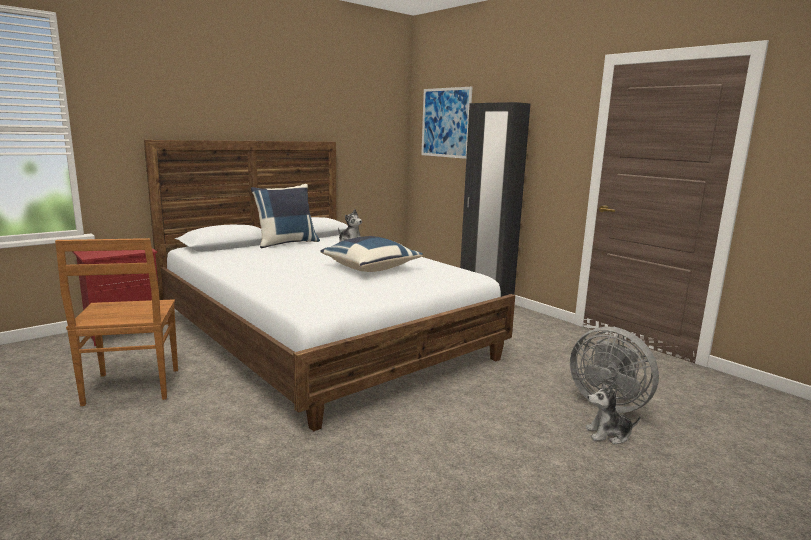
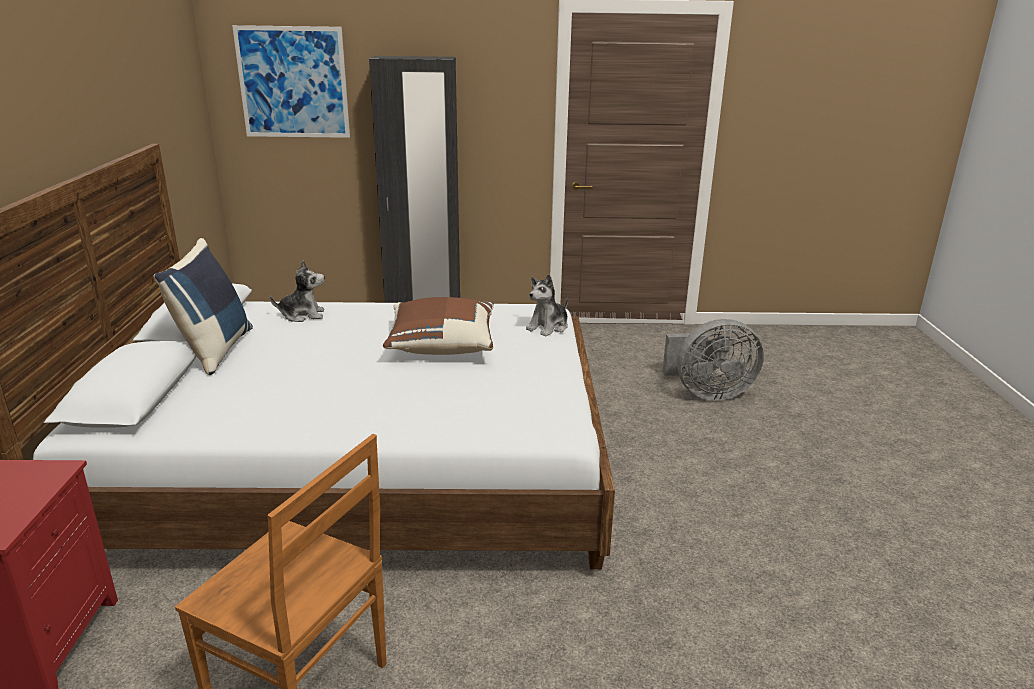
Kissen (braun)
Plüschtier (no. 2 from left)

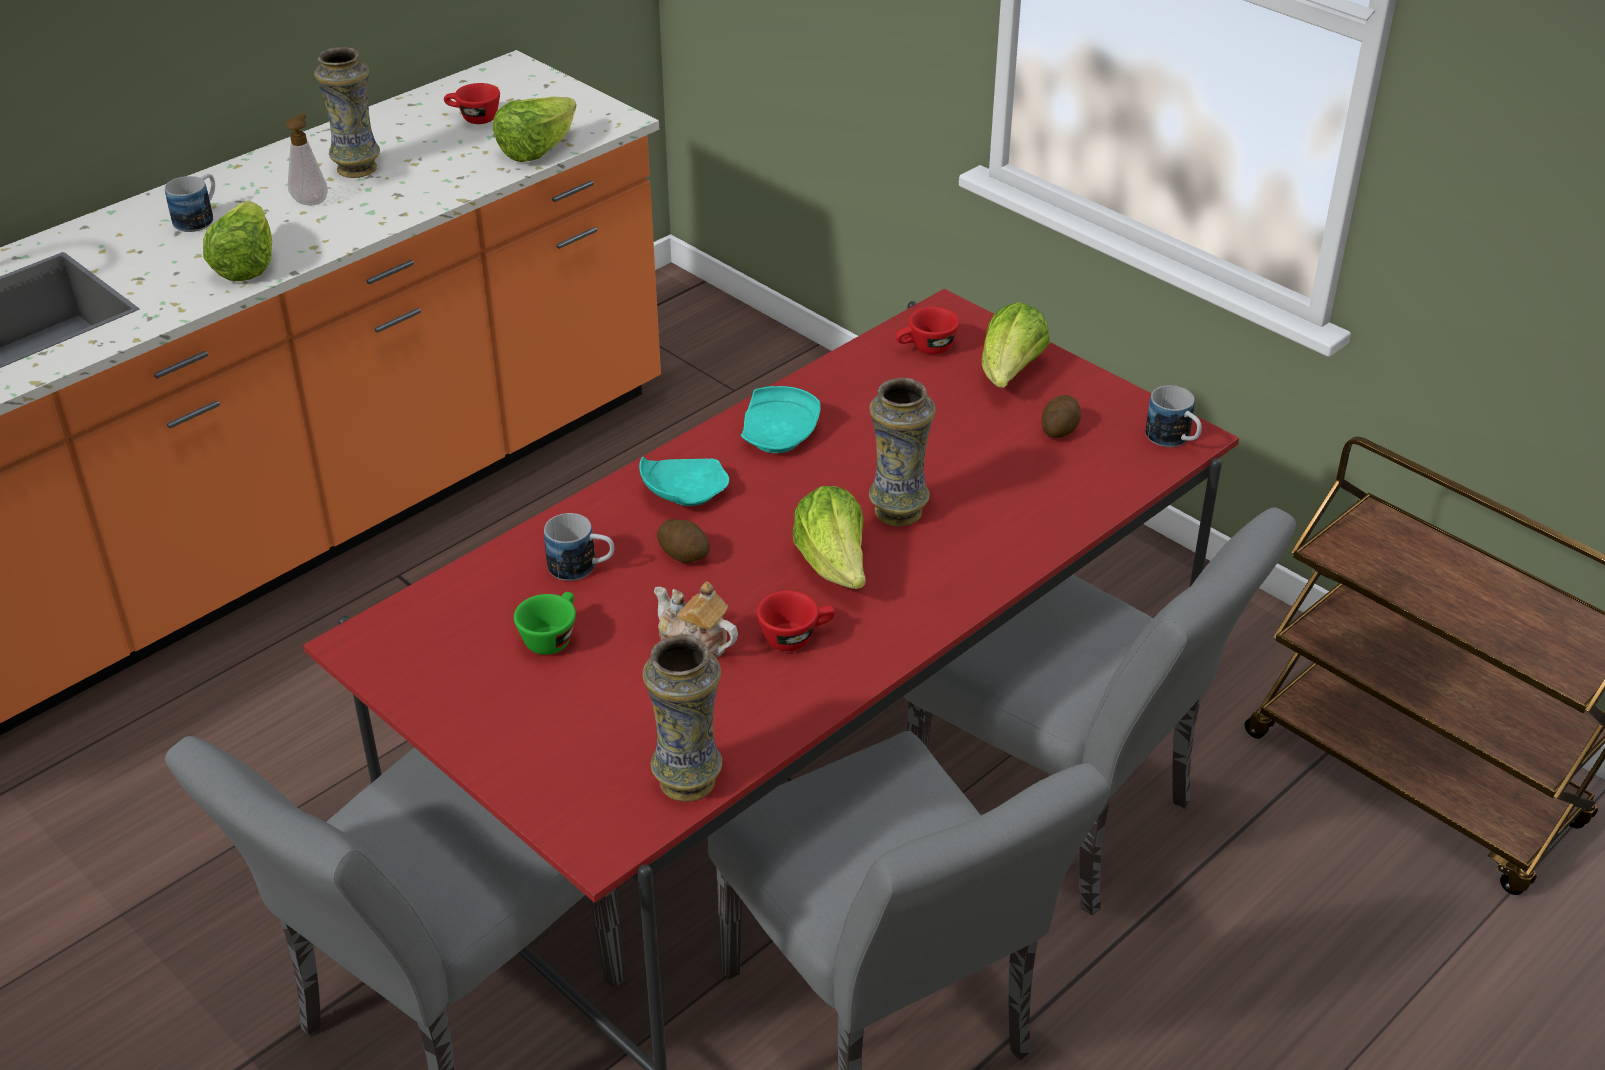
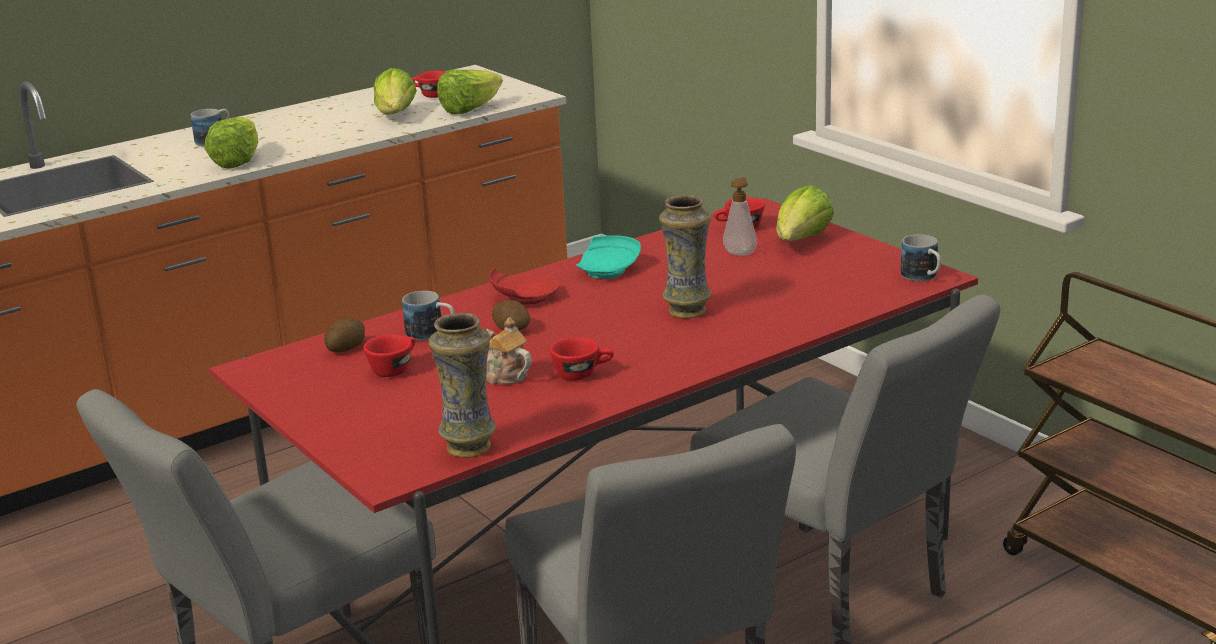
Vase (no. 1 from left in the first image)
Seifenspender
Kartoffel (no. 1 from left)
Teller (rot)
Salatkopf (no. 2 from left)
Tasse (rot) (no. 1 from left)

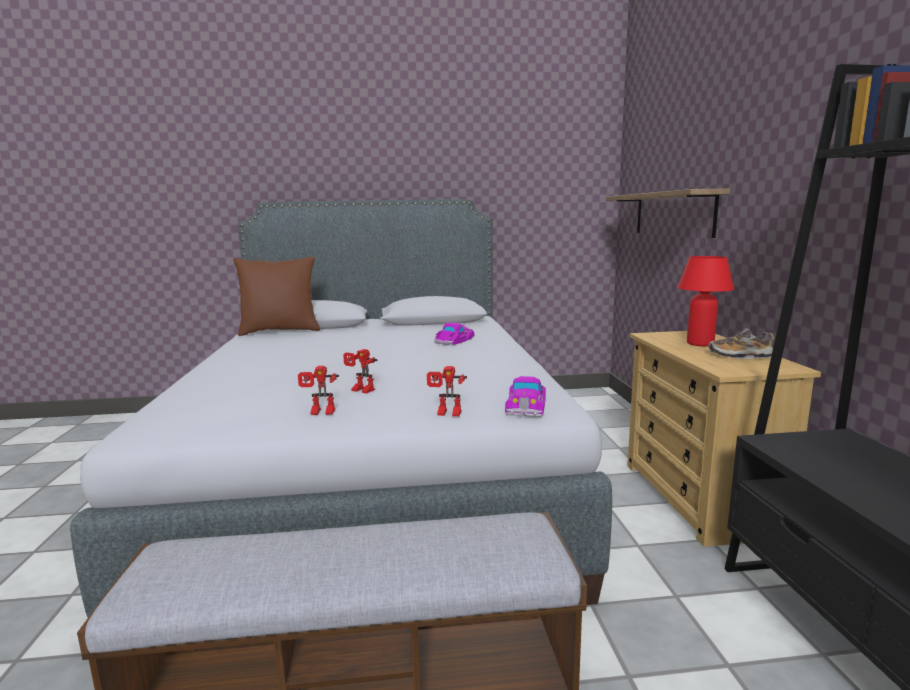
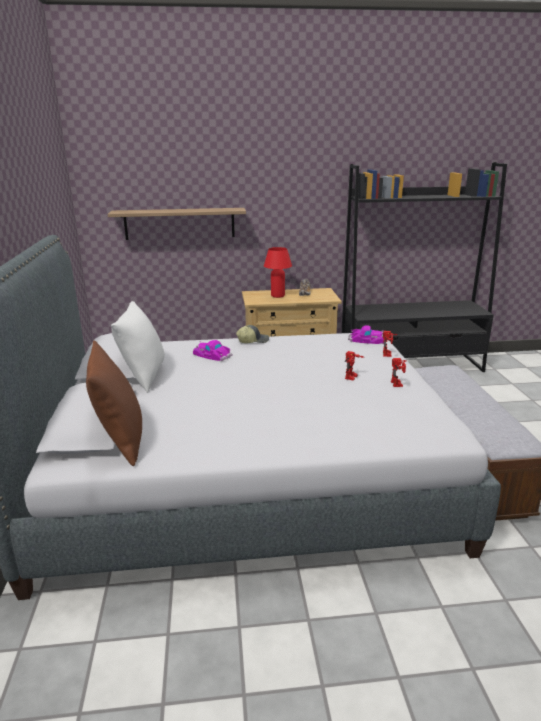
Kissen (weiß)
Kappe

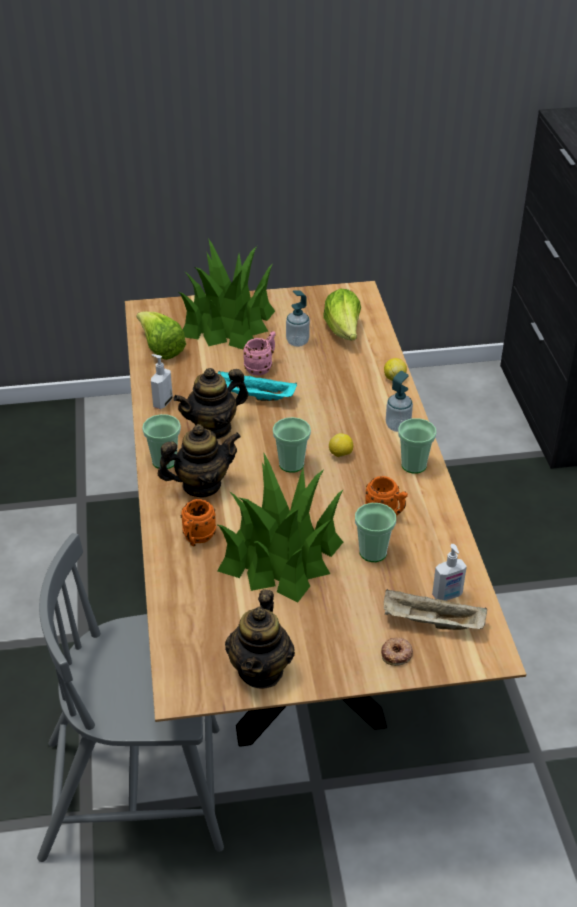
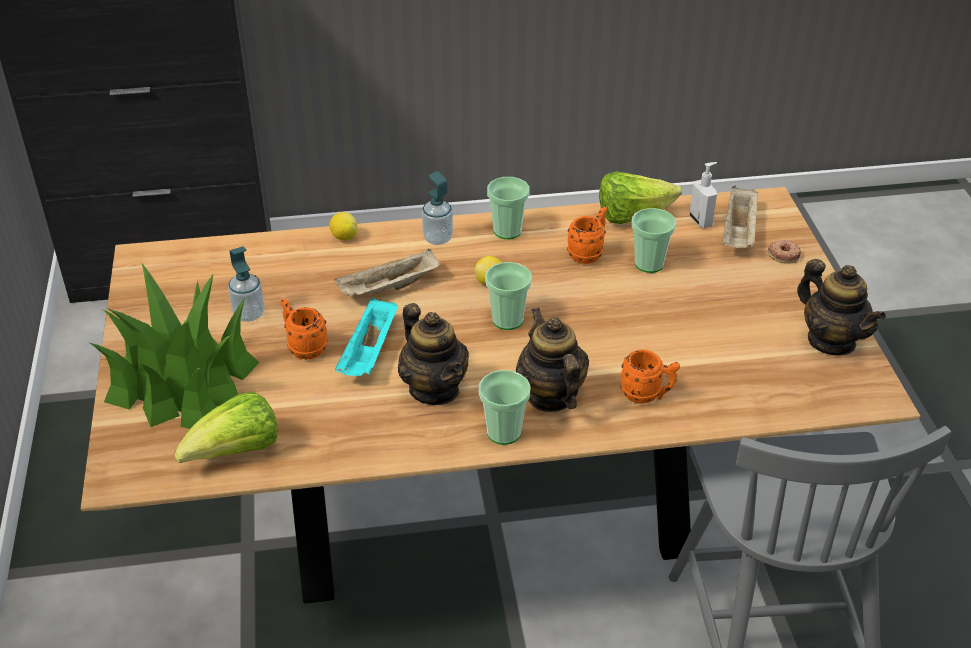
Salatkopf (no. 2 from left)
Henkelbecher (orange) (no. 1 from left)
Seifenspender (no. 1 from left in the first image)
Topfpflanze (no. 2 from left in the first image)
Teekanne (no. 3 from left)
Tablett (beige) (no. 1 from left)

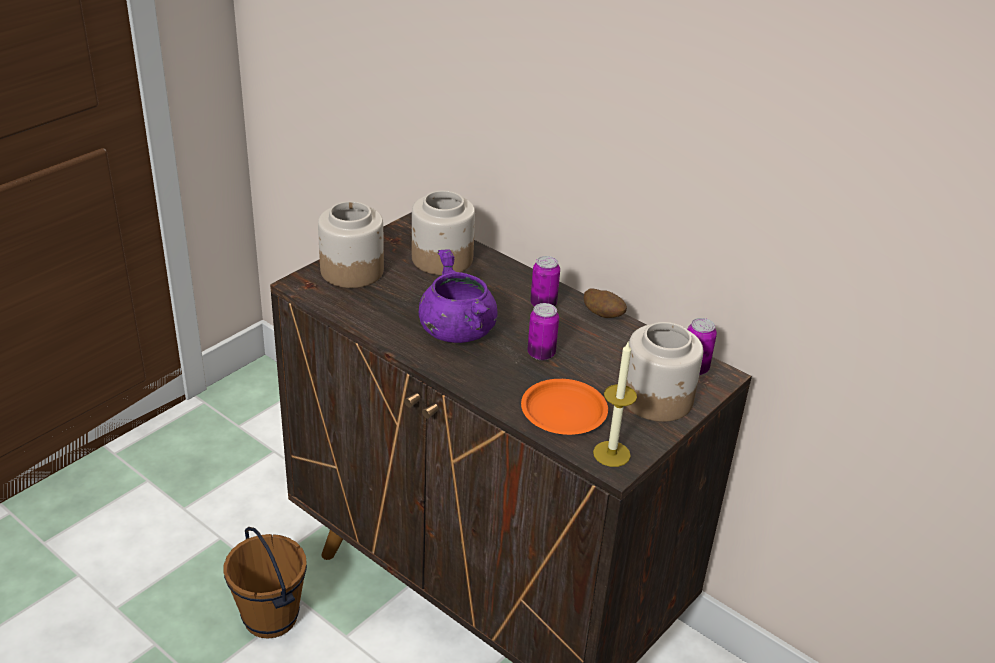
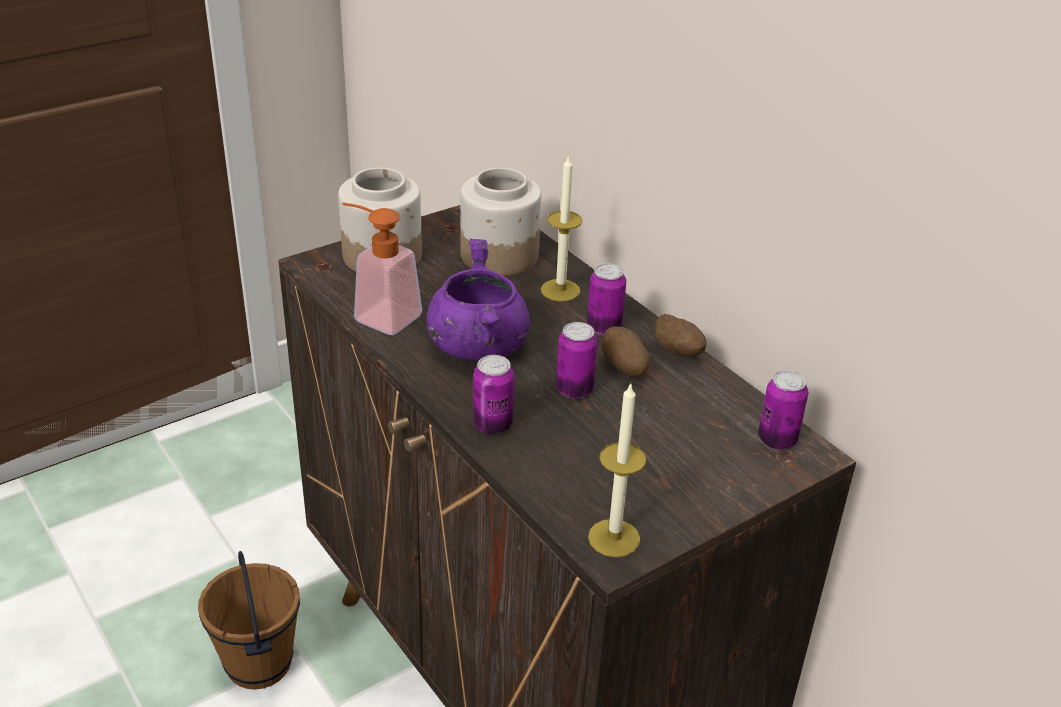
Vorratsglas (no. 3 from left in the first image)
Teller (orange)
Kerze (no. 1 from left)
Seifenspender
Kartoffel (no. 1 from left)
Dose (no. 1 from left)

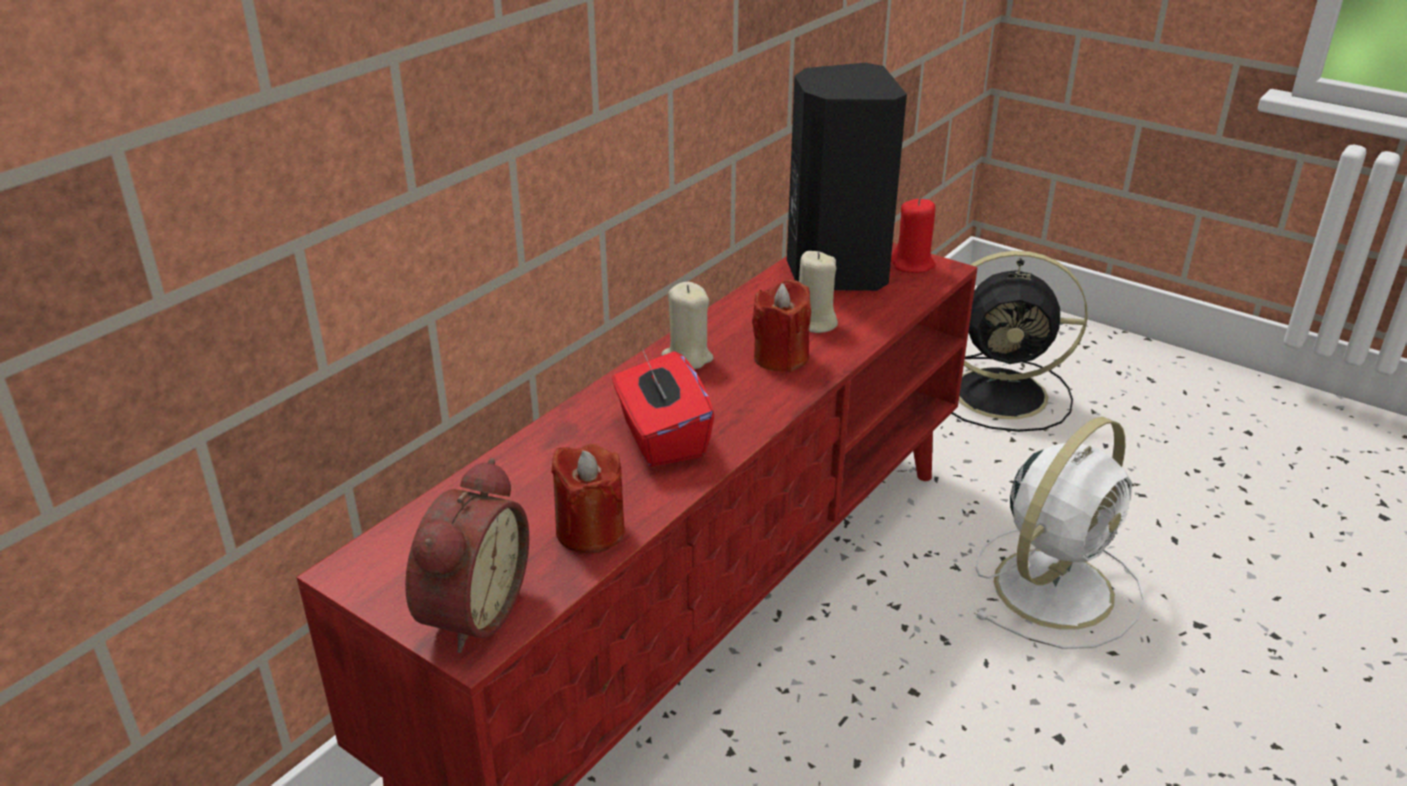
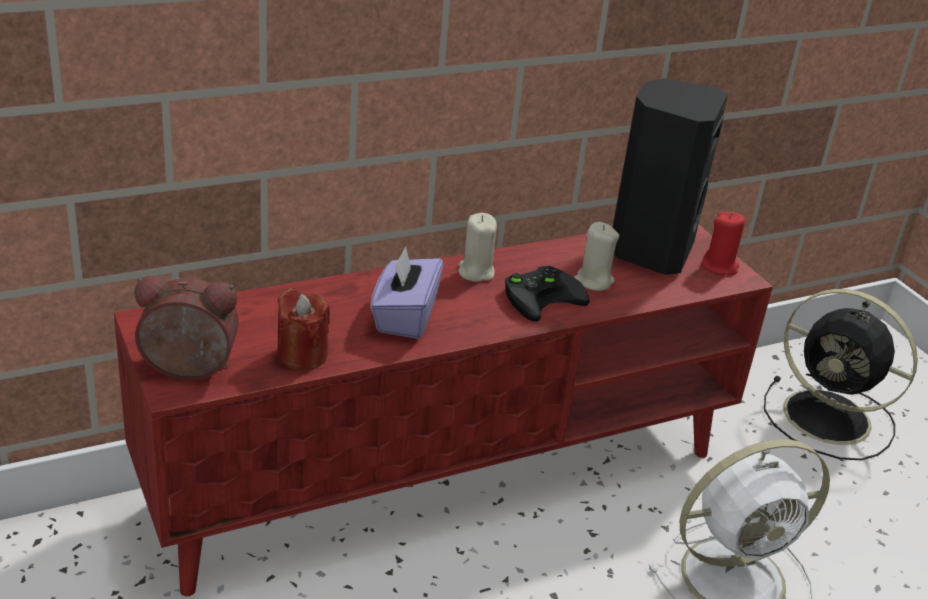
Gamepad (schwarz)
Taschentuchbox (lila)
Wecker

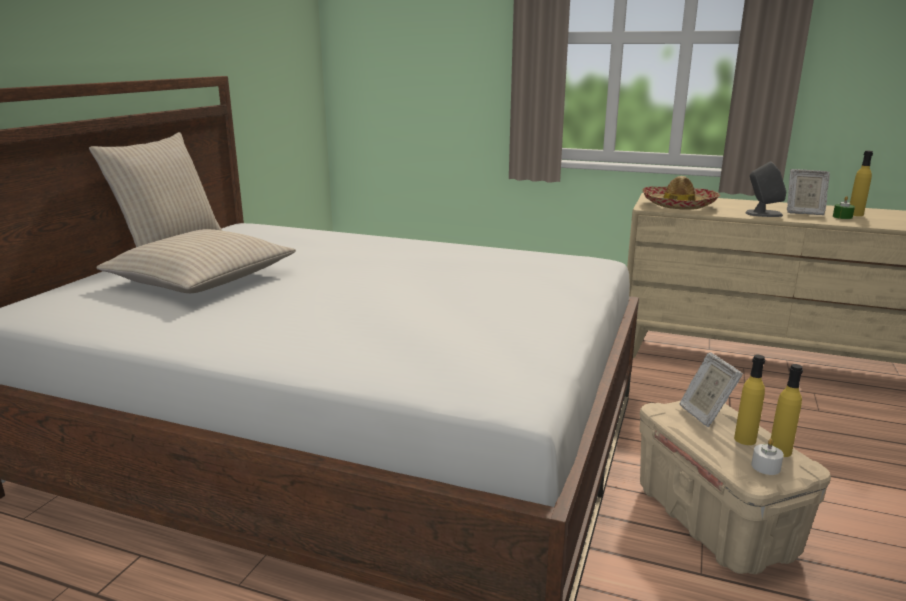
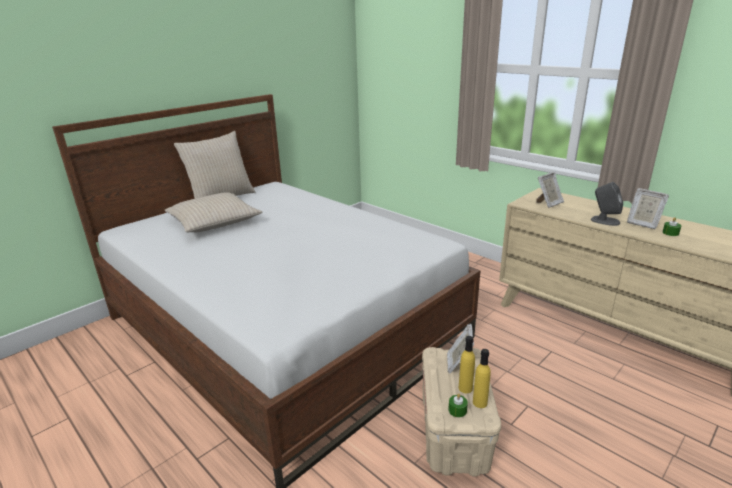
Flasche (gelb) (no. 3 from left in the first image)
Bilderrahmen (no. 2 from left)
Kerze (grün) (no. 1 from left)

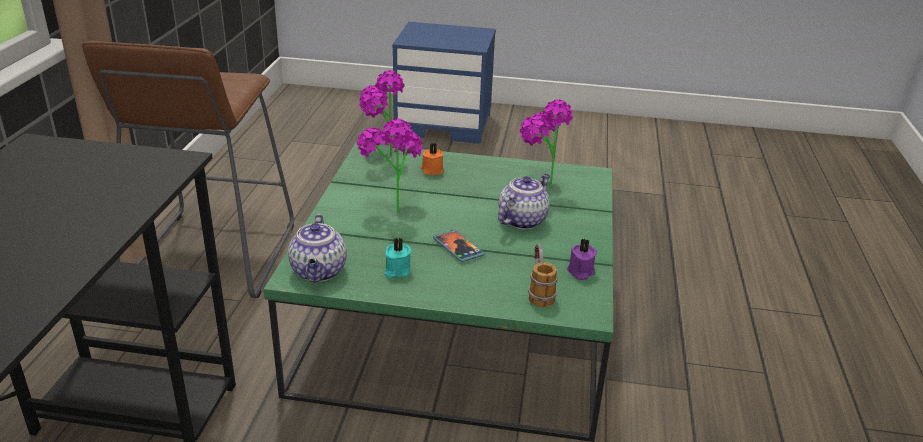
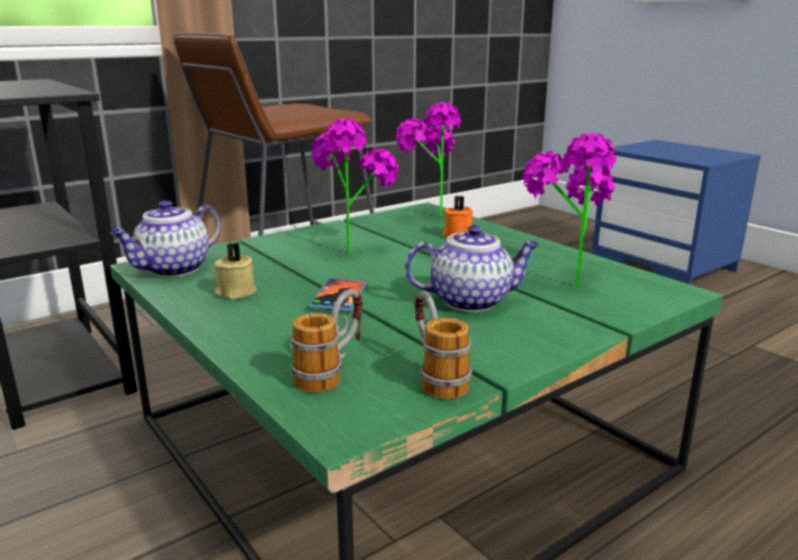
Kerze (beige)
Henkelbecher (no. 2 from left)

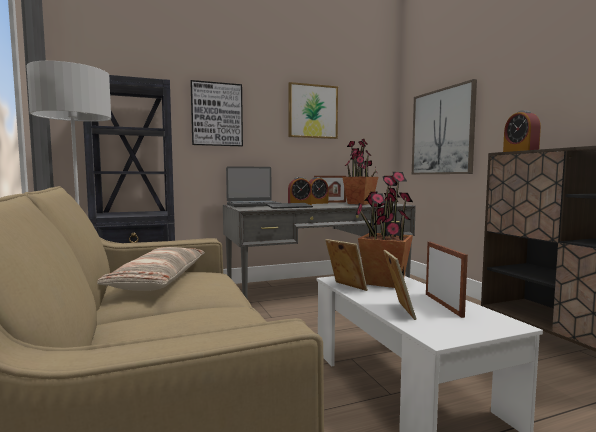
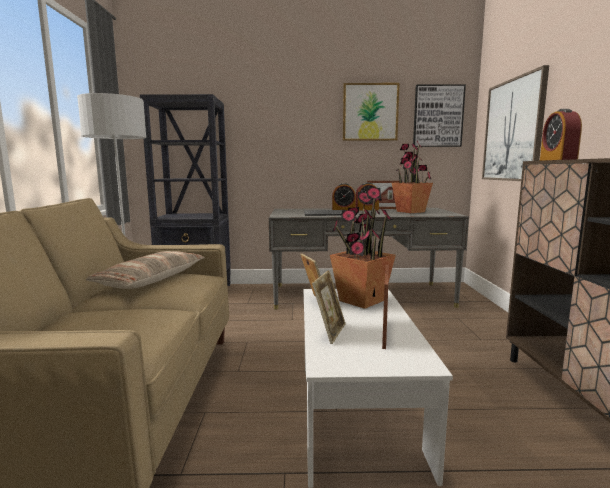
Bild (no. 2 from left)
Laptop

